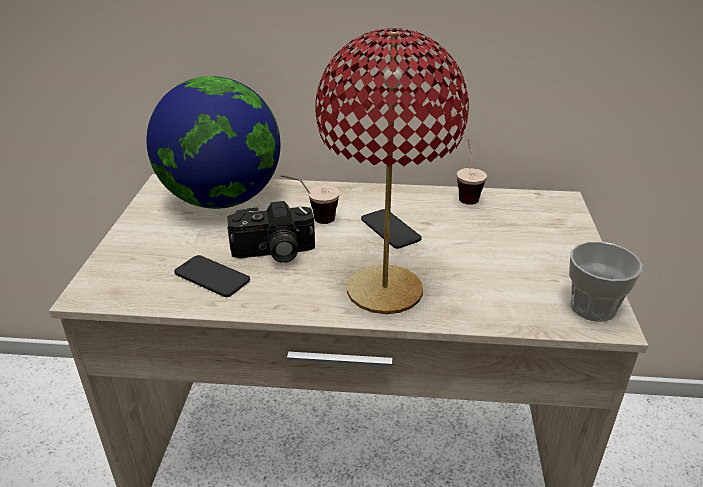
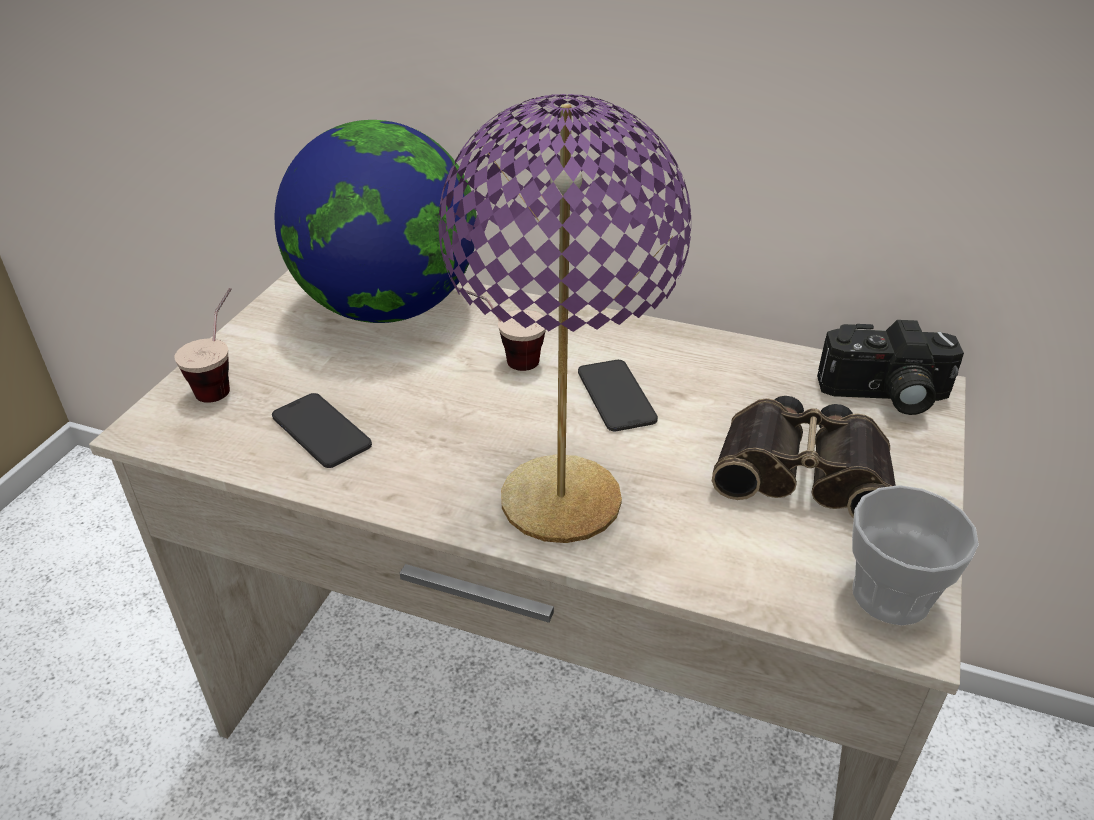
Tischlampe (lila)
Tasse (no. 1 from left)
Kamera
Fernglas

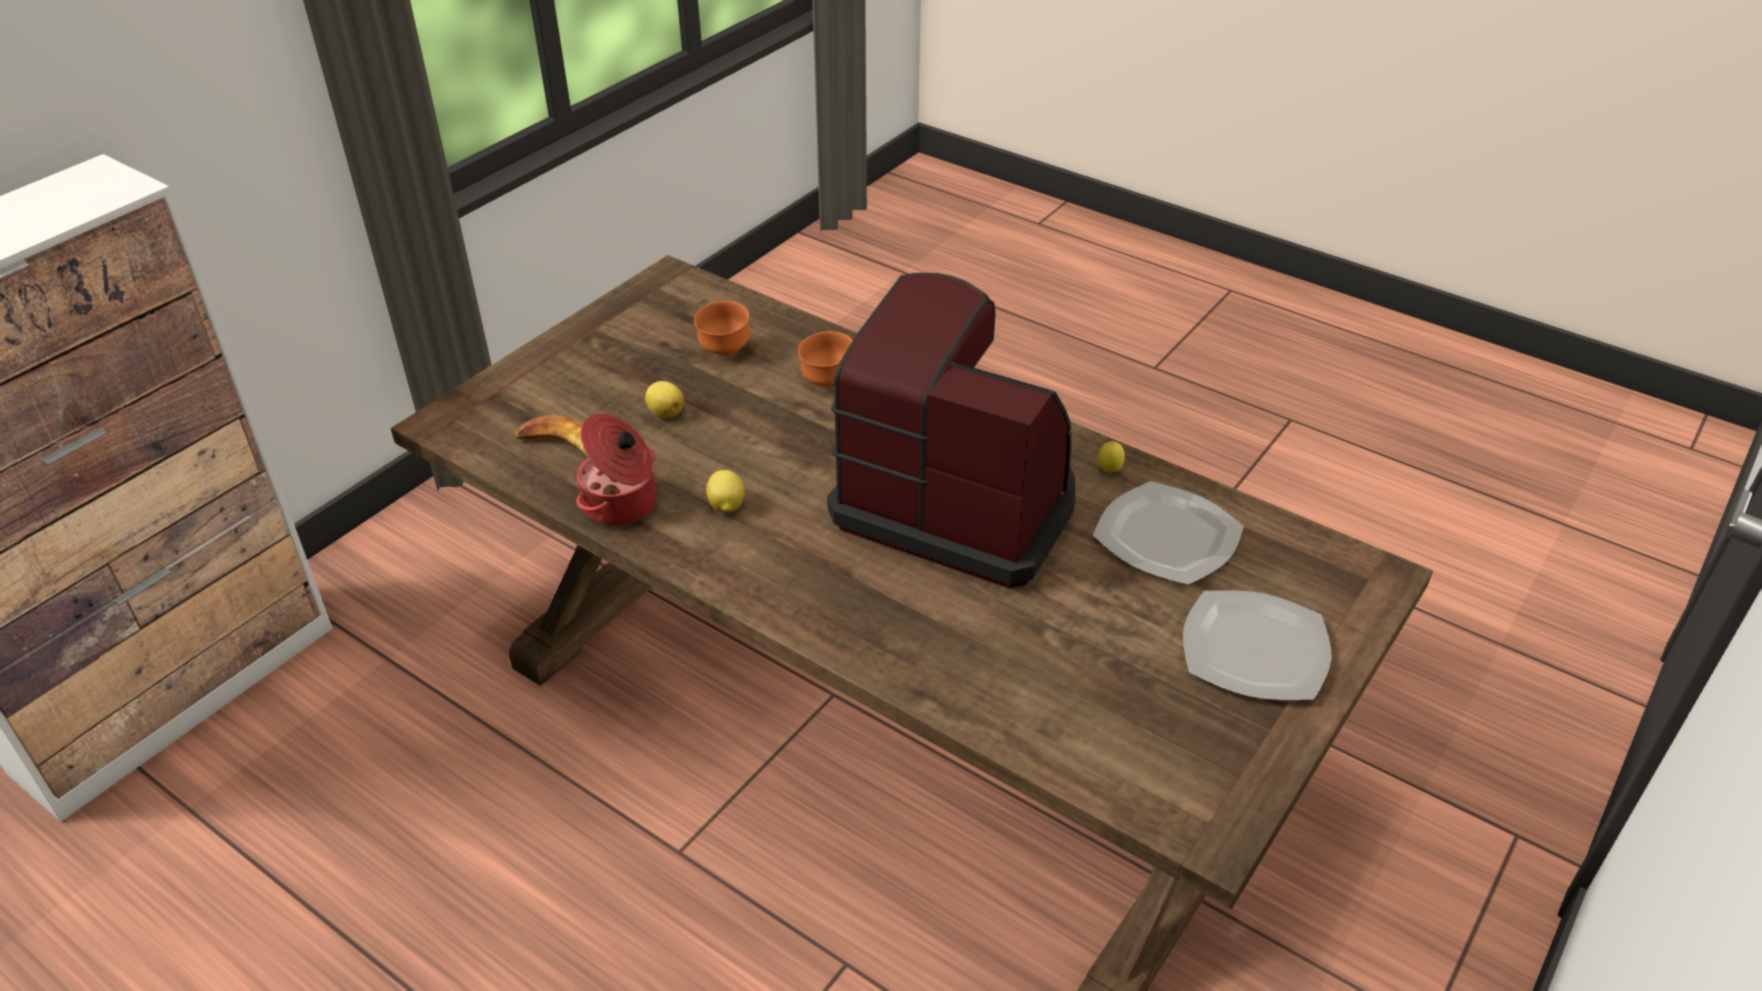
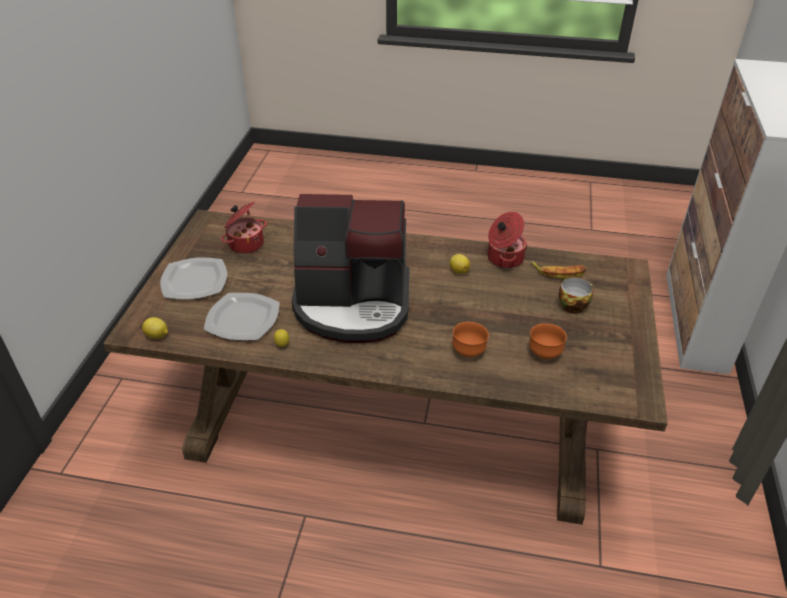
Zitrone (no. 1 from left)
Kochtopf (no. 1 from left)
Tasse

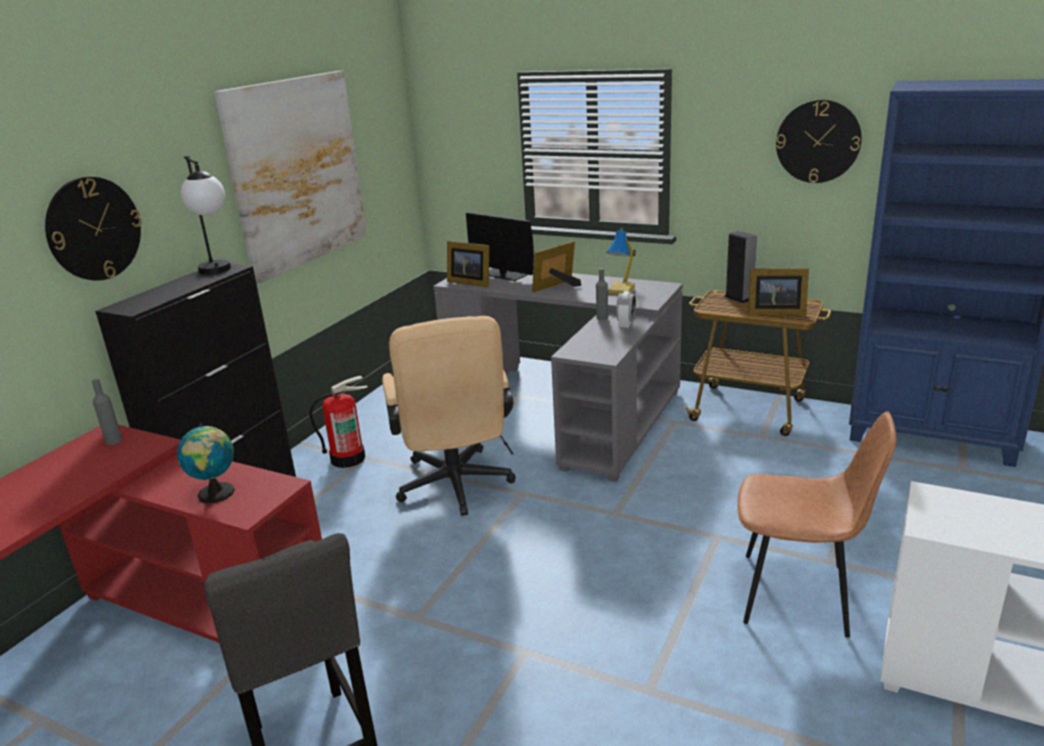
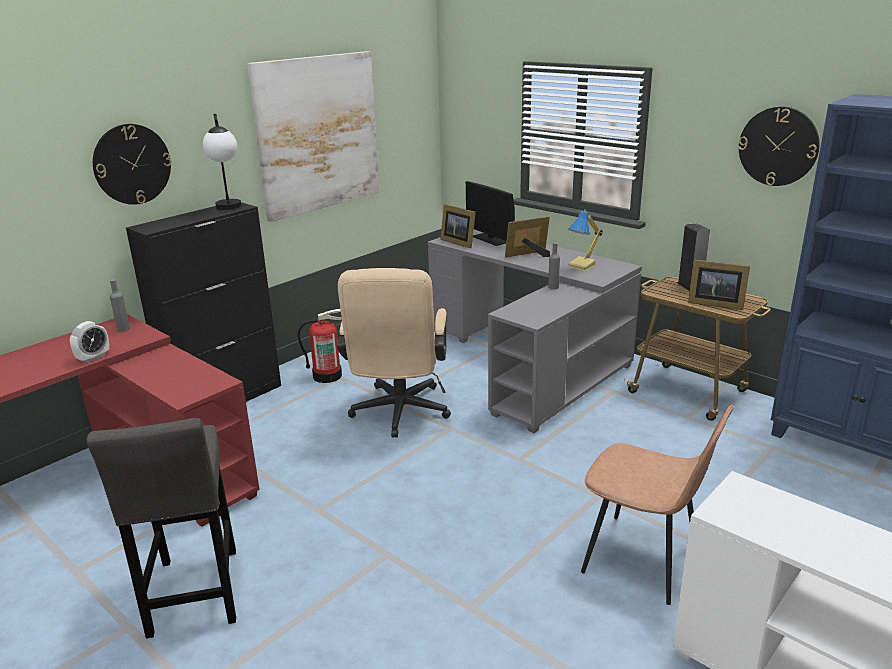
Wecker
Globus

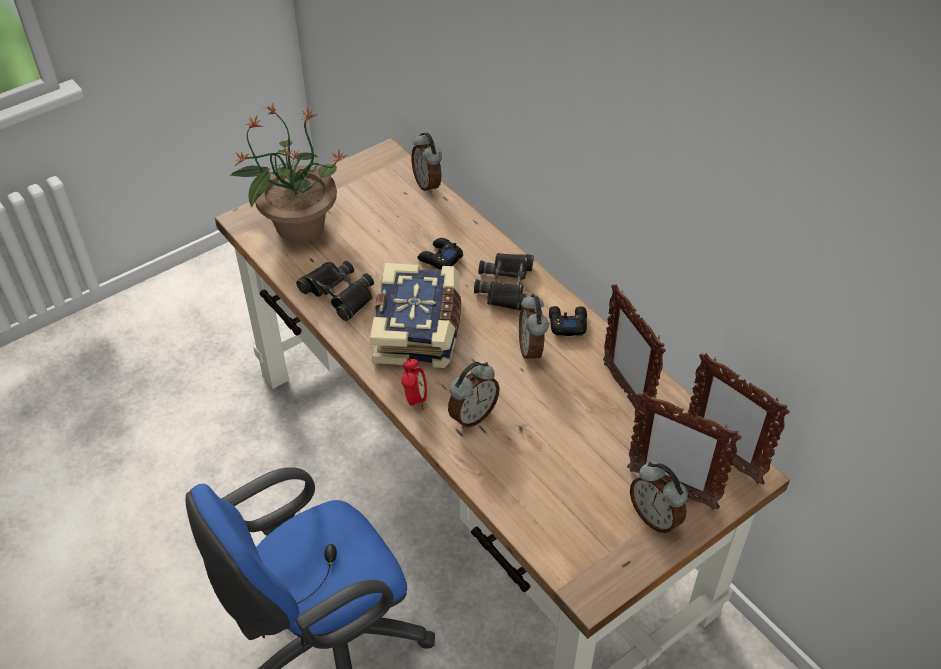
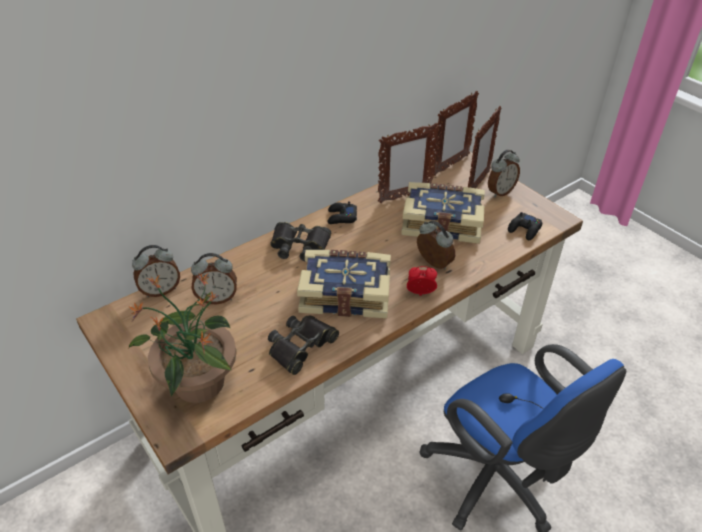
Gamepad (schwarz) (no. 2 from left)
Wecker (no. 2 from left)
Buch (no. 2 from left)

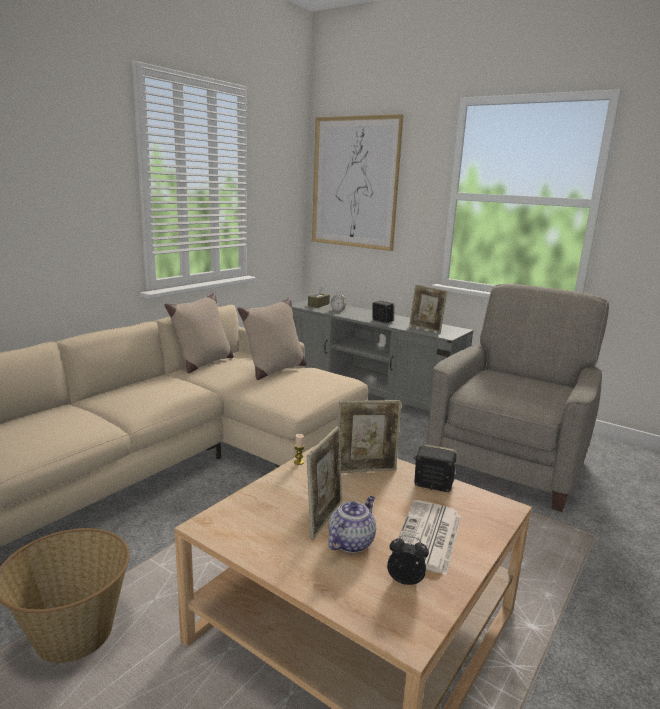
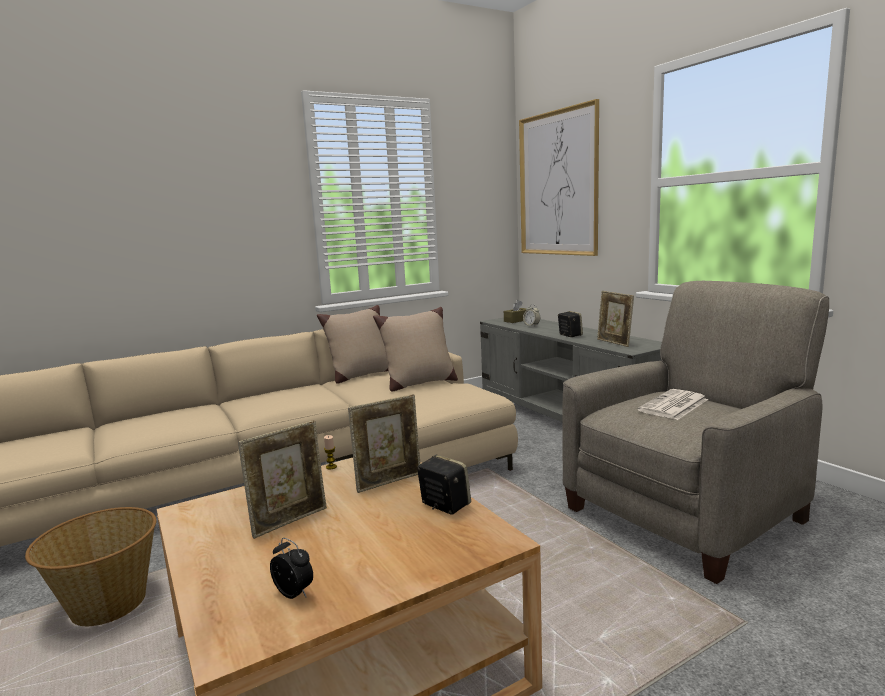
Bilderrahmen (no. 2 from left)
Teekanne
Zeitung

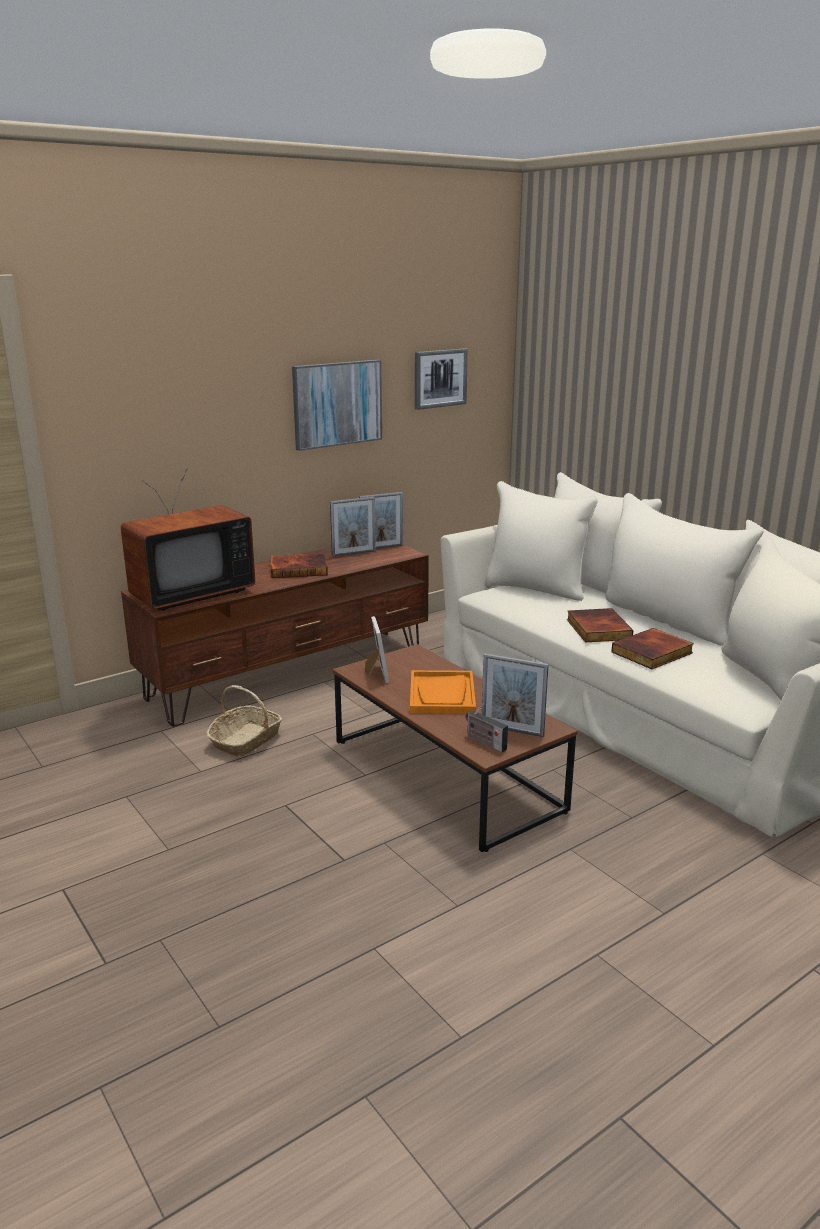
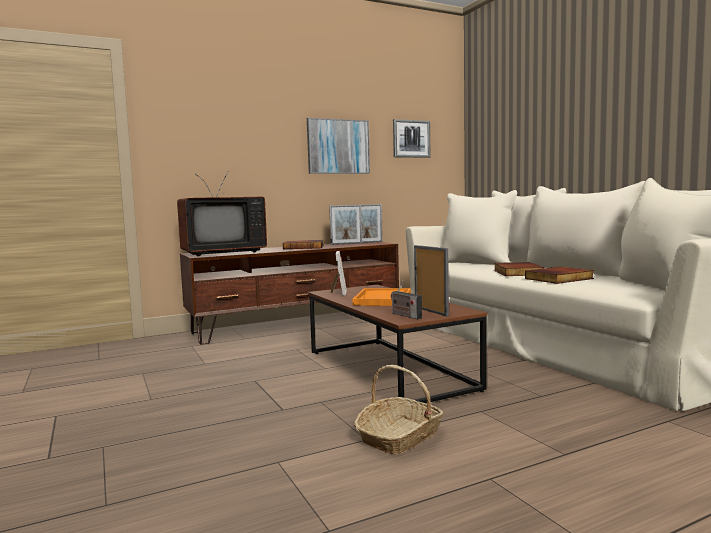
Bilderrahmen (no. 4 from left)
Korb

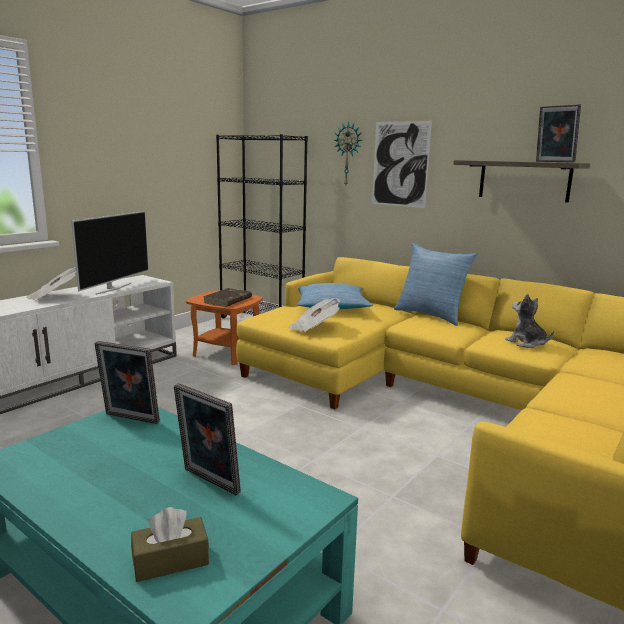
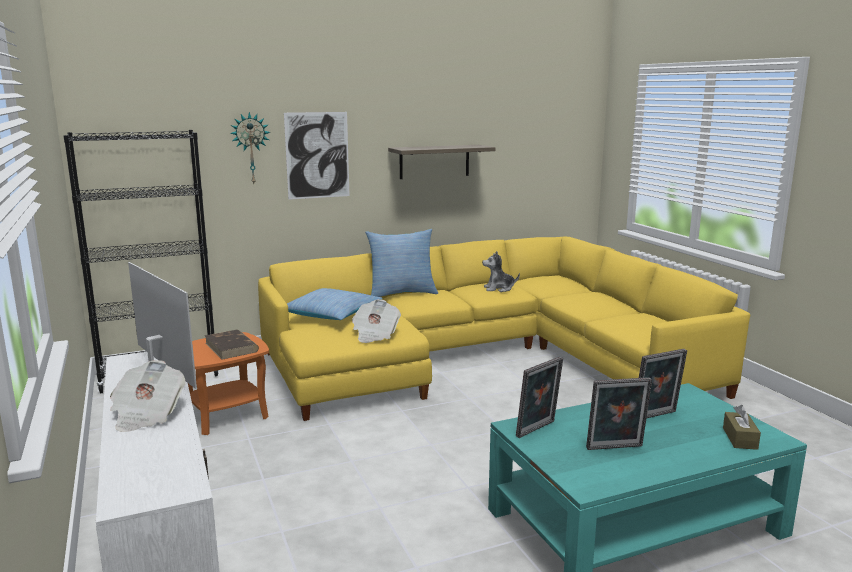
Bilderrahmen (no. 2 from left)

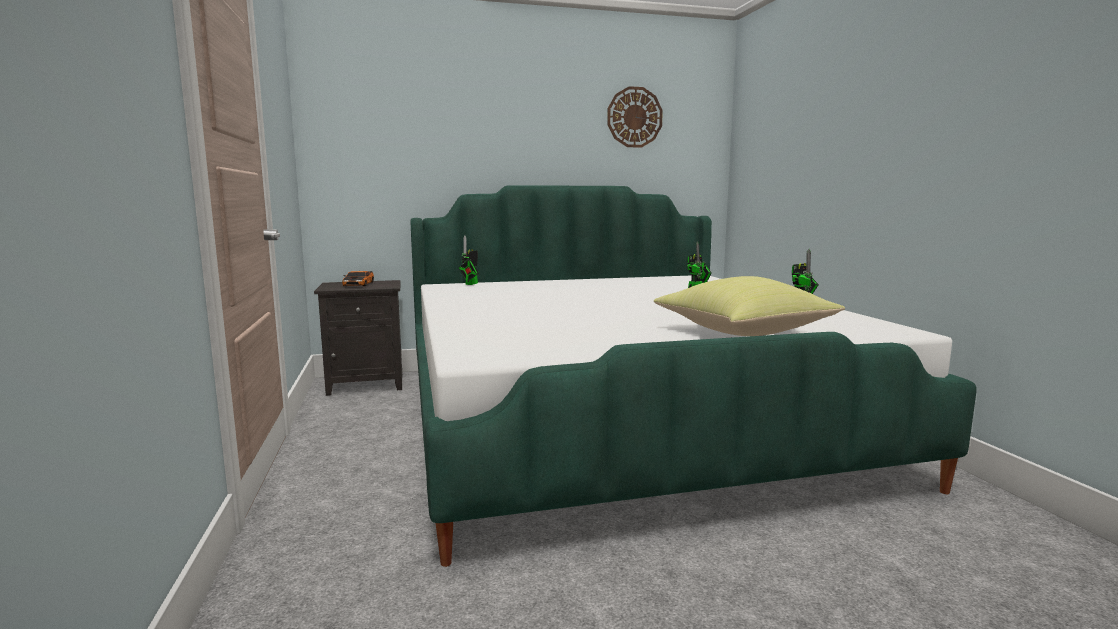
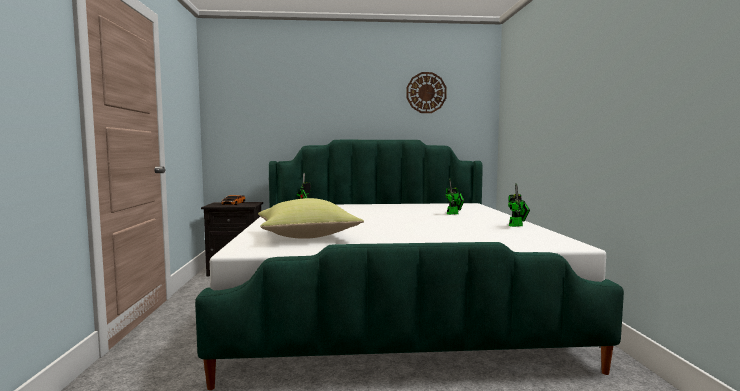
Kissen (gelb)

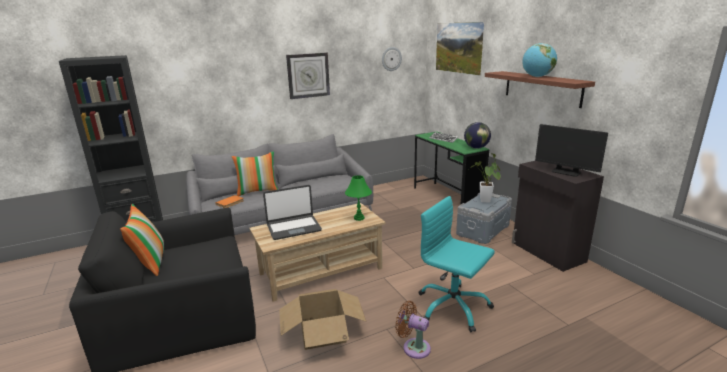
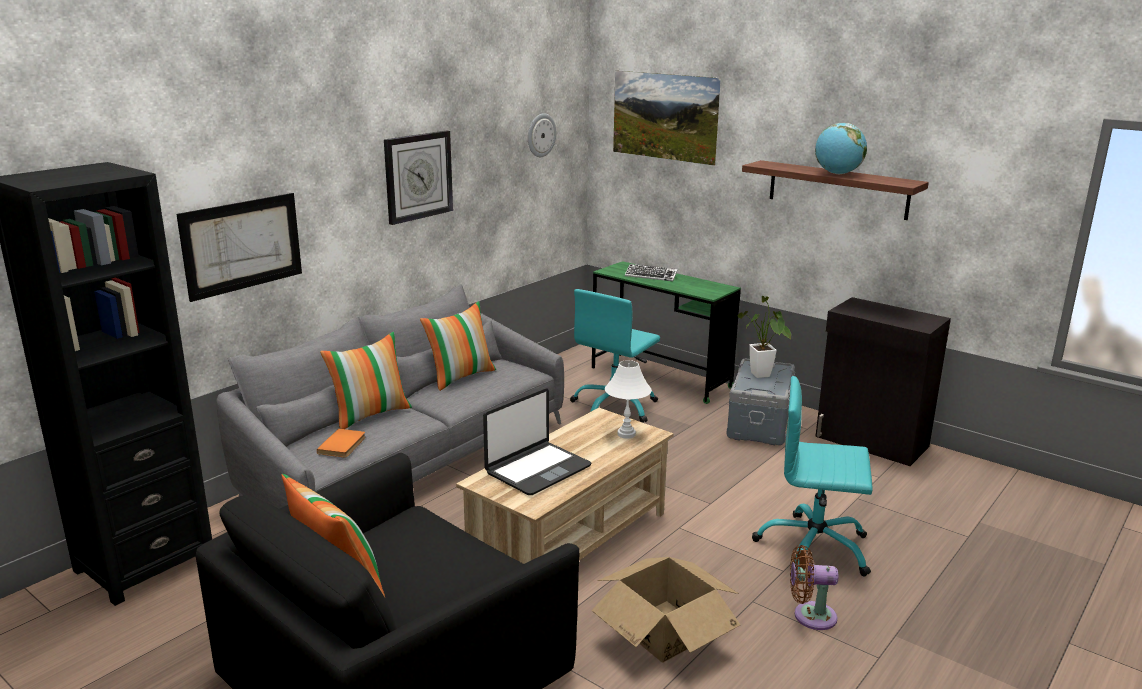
Globus (no. 1 from left in the first image)
Monitor
Tischlampe (weiß)
Bild (no. 1 from left)
Bürostuhl (türkis) (no. 1 from left)
Kissen (no. 3 from left)

